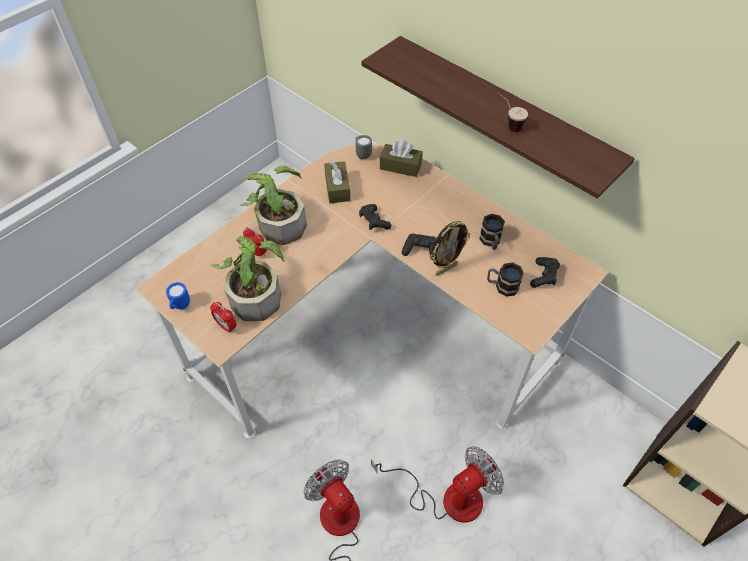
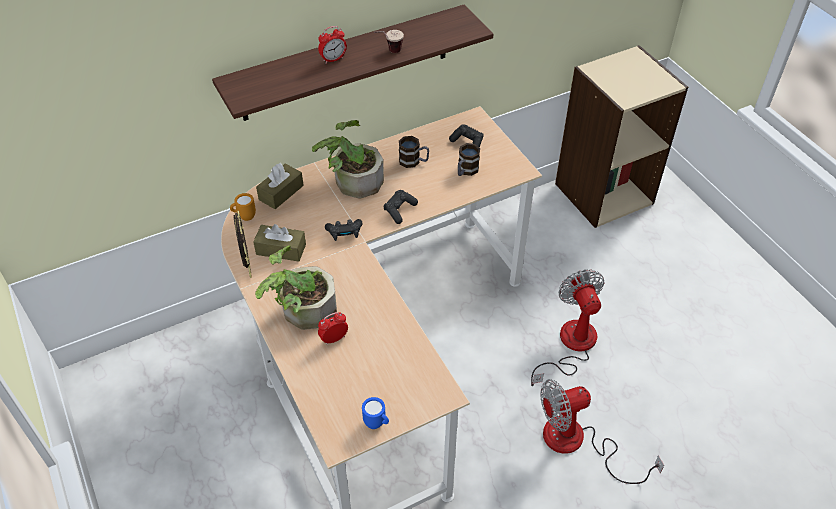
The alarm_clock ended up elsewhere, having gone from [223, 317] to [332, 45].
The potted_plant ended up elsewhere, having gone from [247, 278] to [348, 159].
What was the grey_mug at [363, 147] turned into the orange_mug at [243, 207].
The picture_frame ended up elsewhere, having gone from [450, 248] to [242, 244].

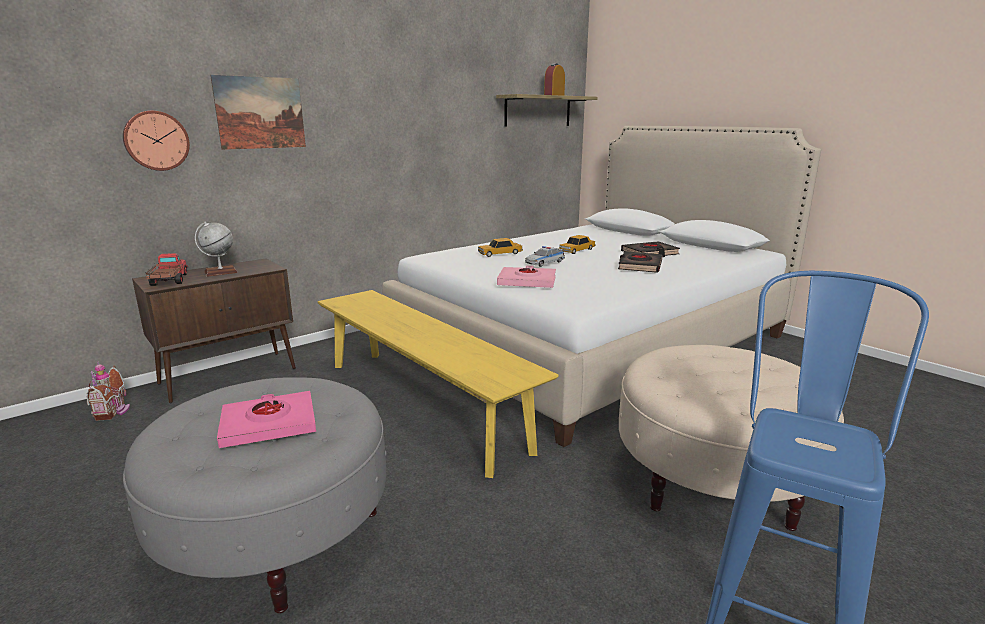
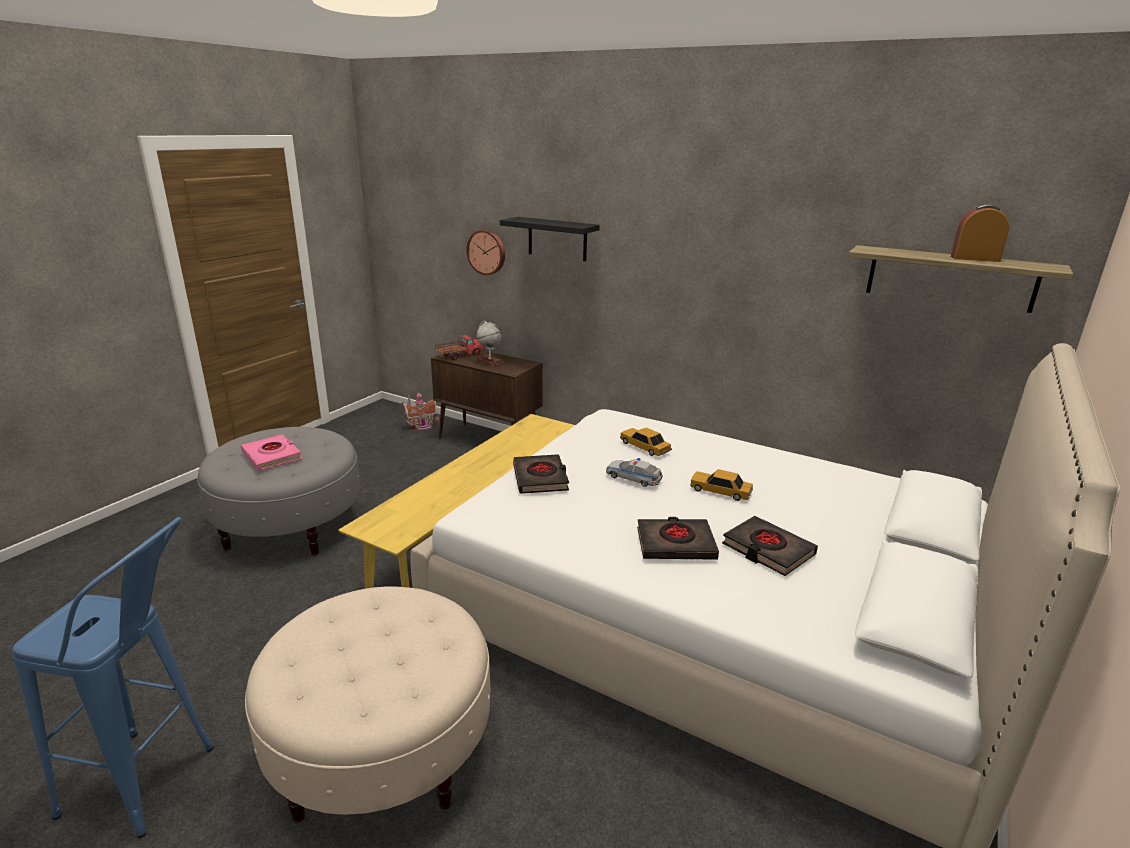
Where the picture hung at [258, 112], the black_shelf came to hang at [550, 239].
What was the pink_book at [526, 277] turned into the black_book at [541, 474].

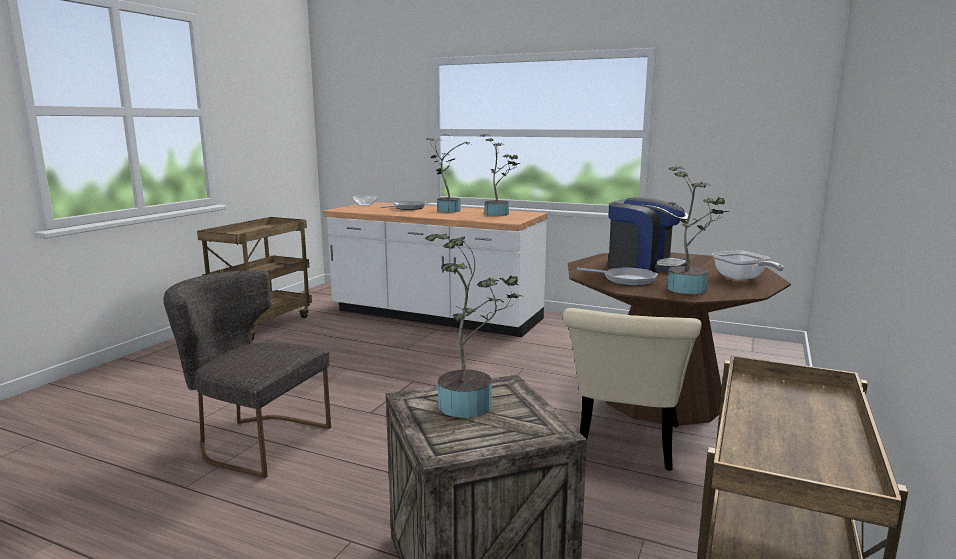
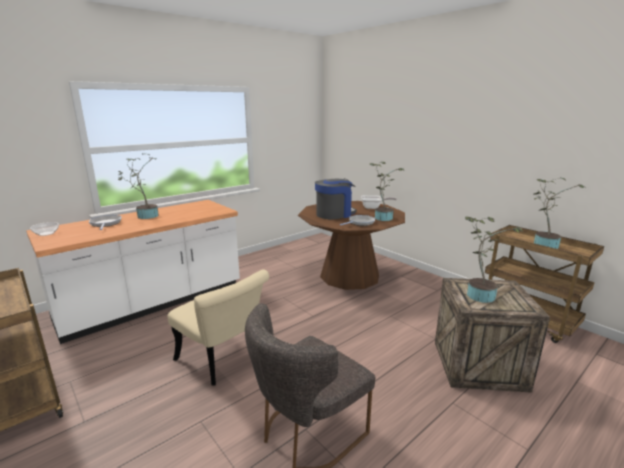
The potted_plant ended up elsewhere, having gone from [500, 175] to [559, 213].
The beige_chair ended up elsewhere, having gone from [632, 389] to [218, 327].

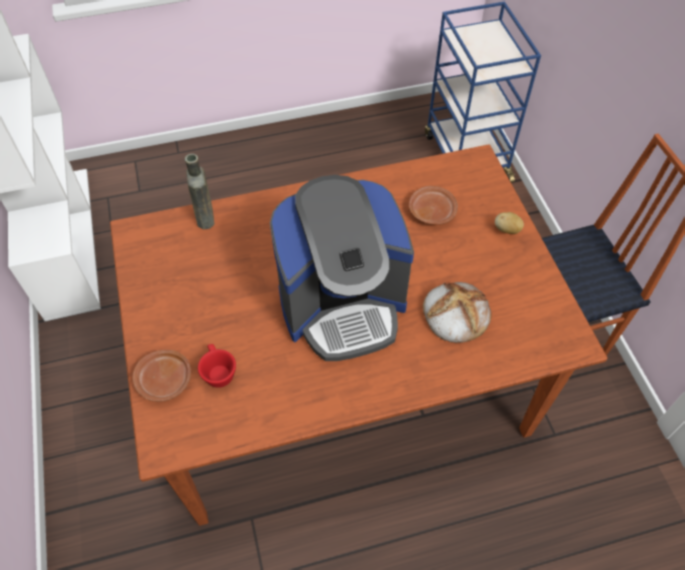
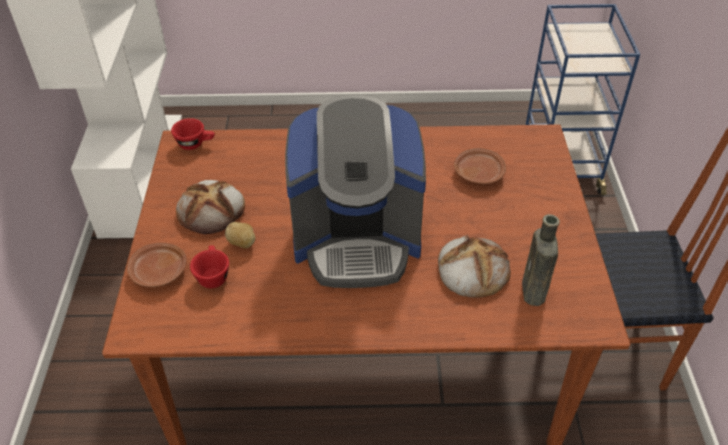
The brown_bottle ended up elsewhere, having gone from [199, 191] to [541, 260].
The potato ended up elsewhere, having gone from [509, 223] to [240, 235].
The second view gained the red_cup at [193, 134].
The second view gained the bread at [210, 207].

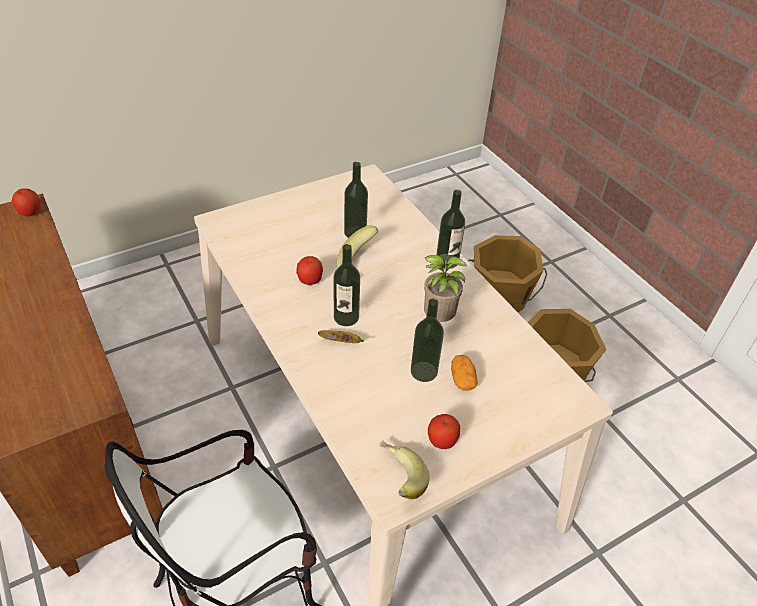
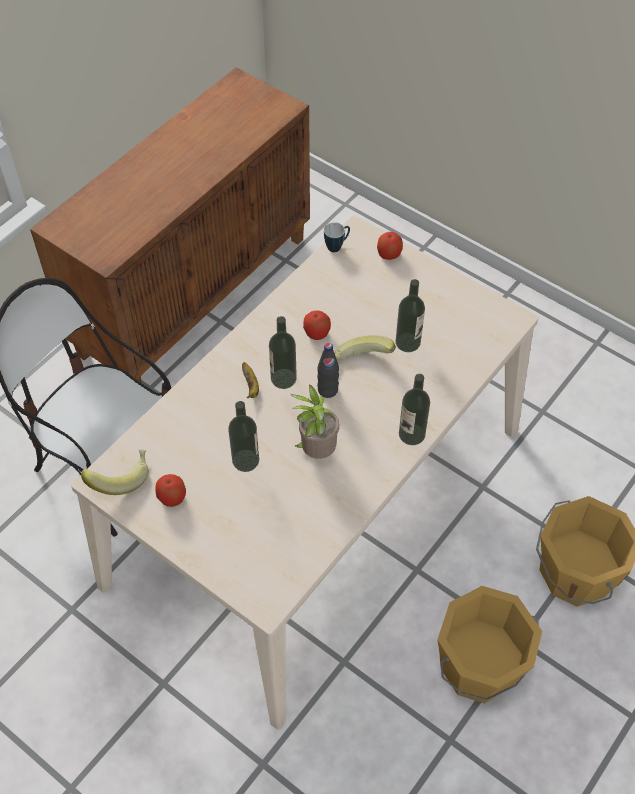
The apple ended up elsewhere, having gone from [26, 202] to [390, 246].
The second view lost the potato at [464, 373].
The second view gained the black_bottle at [328, 370].
The second view gained the mug at [337, 237].

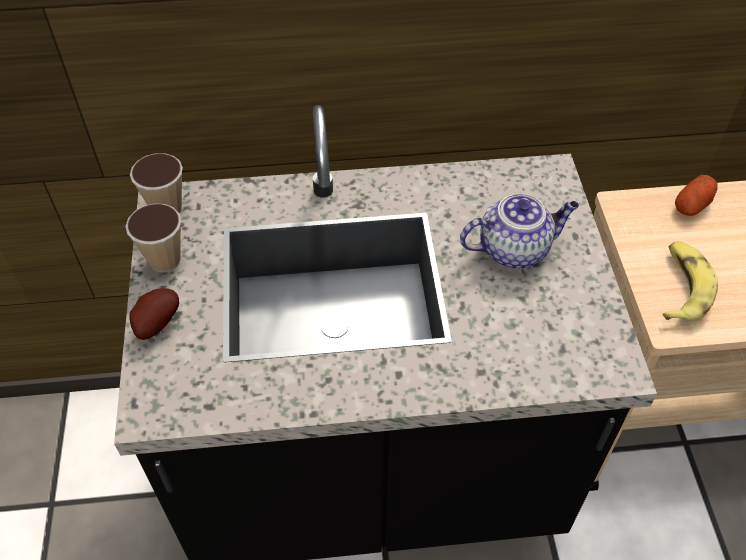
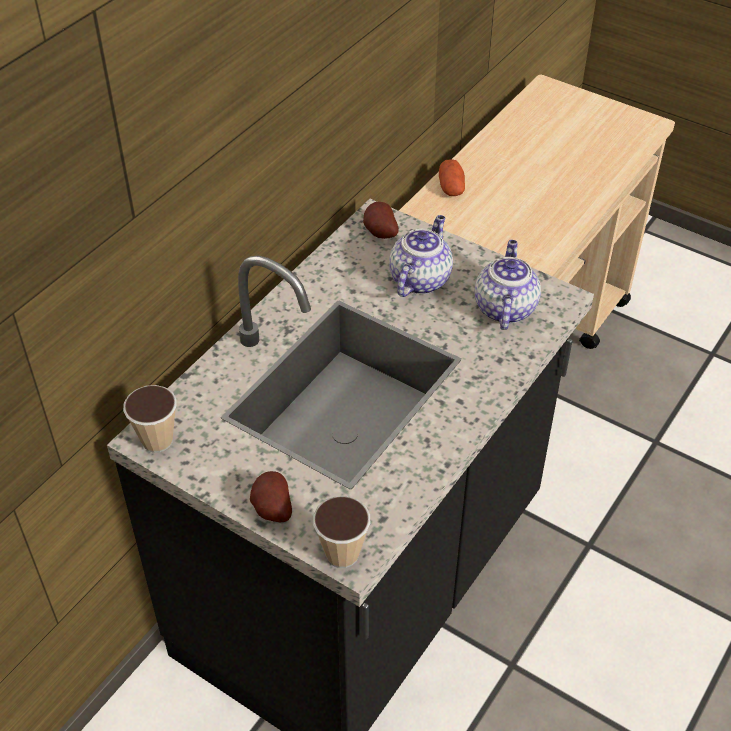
The cup ended up elsewhere, having gone from [153, 238] to [341, 532].
The second view lost the banana at [690, 281].
The second view gained the potato at [381, 220].
The second view gained the teapot at [508, 285].

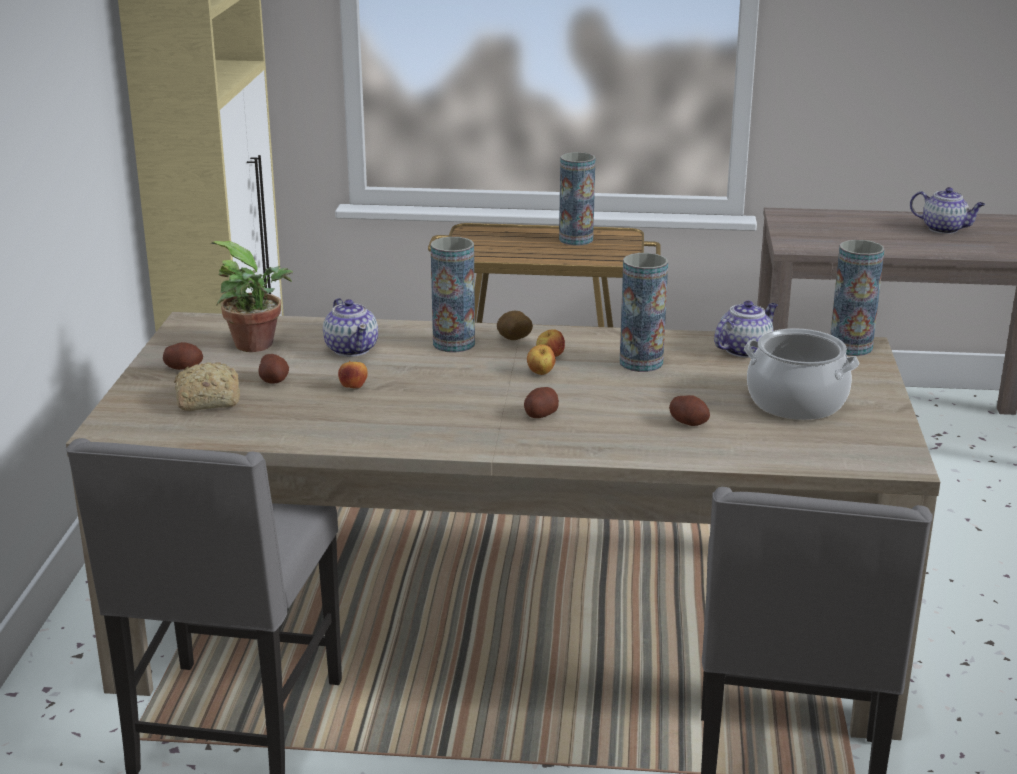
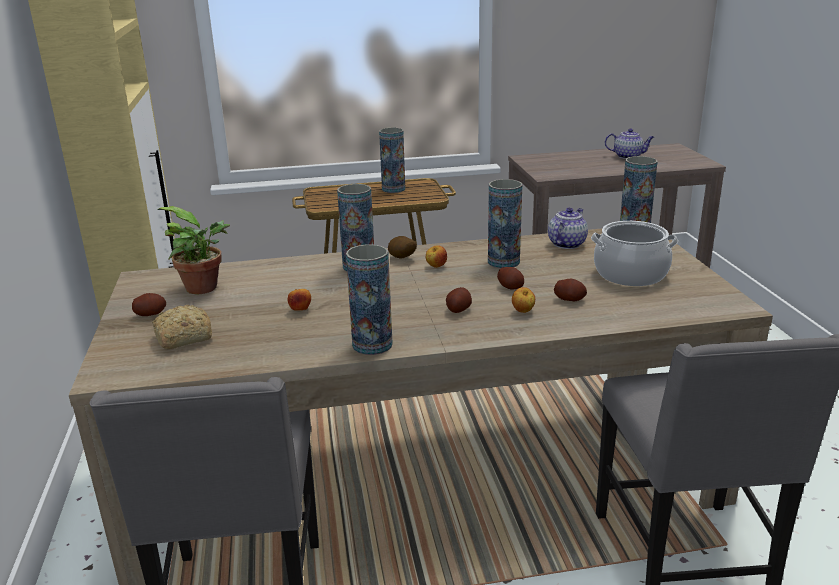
The potato ended up elsewhere, having gone from [273, 368] to [510, 278].
The second view lost the teapot at [350, 327].
The apple ended up elsewhere, having gone from [541, 359] to [523, 300].
The second view gained the vase at [369, 299].

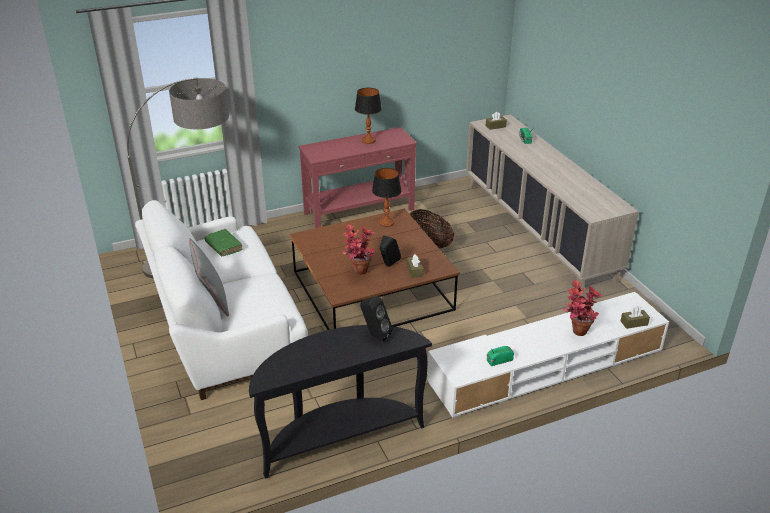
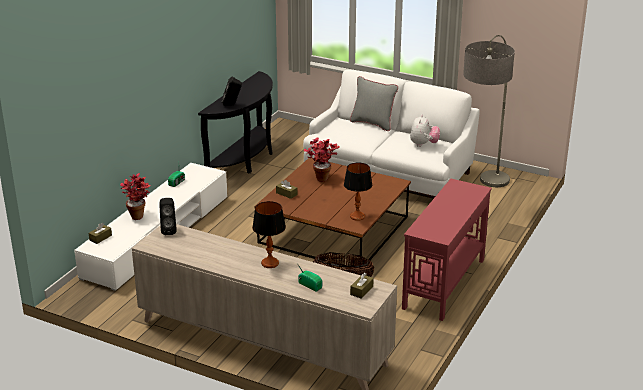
Where the green_book stood at [223, 242], the plush_toy came to stand at [425, 131].
The table_lamp ended up elsewhere, having gone from [368, 116] to [269, 234].
The black_speaker ended up elsewhere, having gone from [390, 251] to [168, 216].

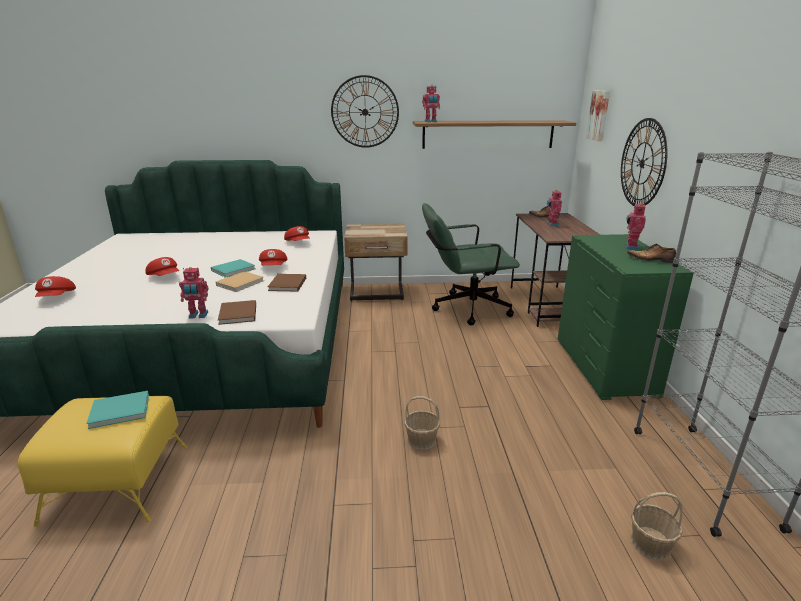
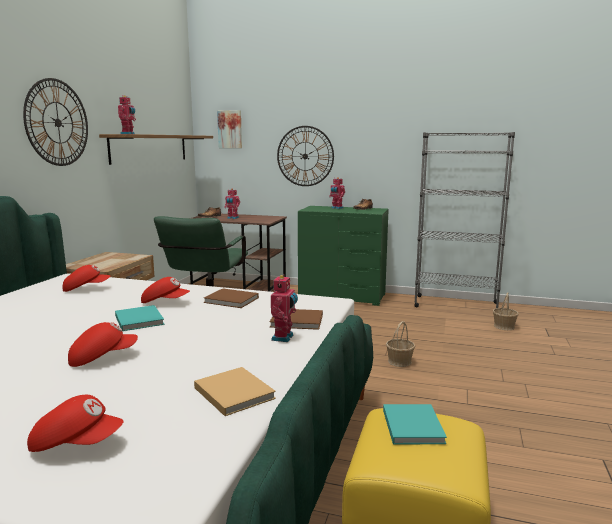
The beige_book ended up elsewhere, having gone from [240, 281] to [235, 391].

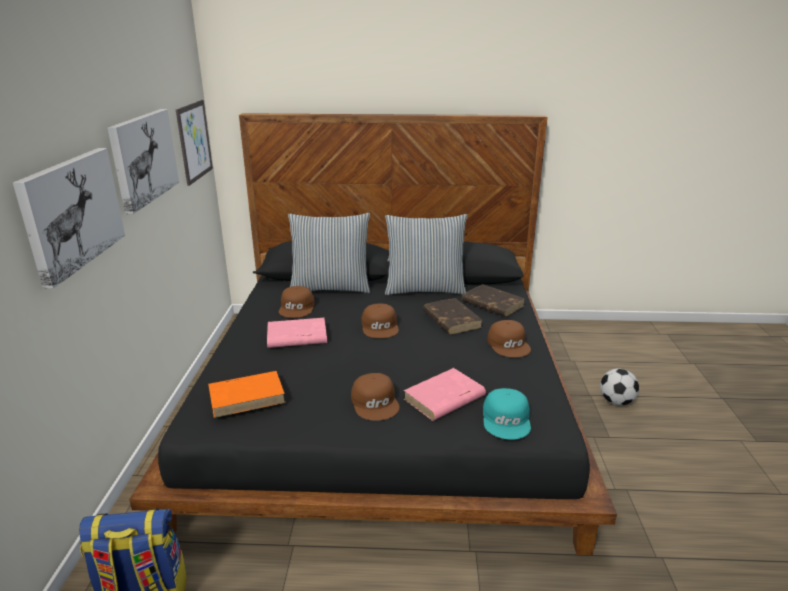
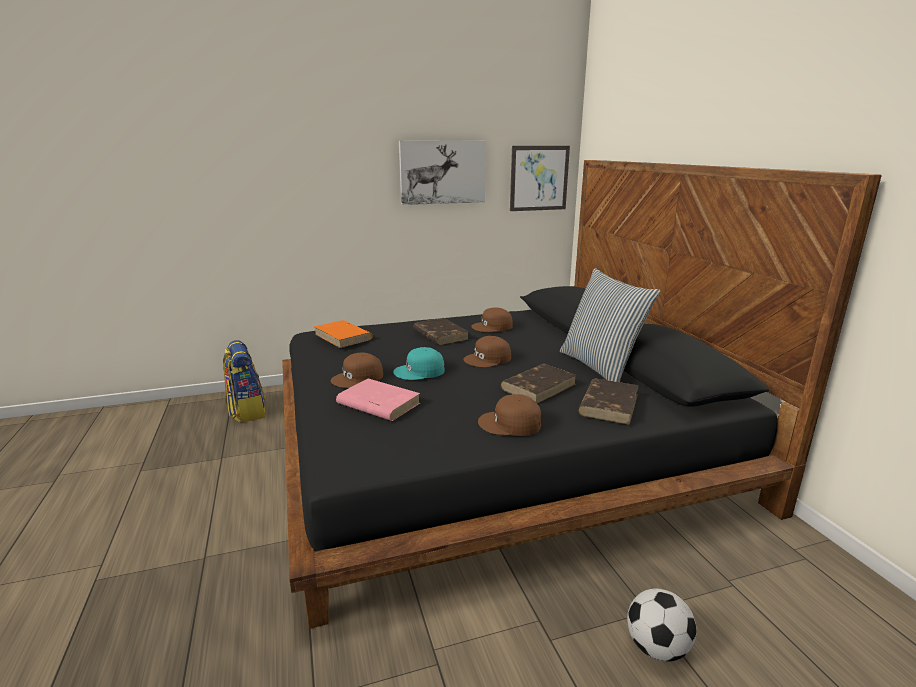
The second view lost the picture at [69, 218].
What was the pink_book at [297, 333] turned into the brown_book at [441, 331].
The second view lost the pillow at [329, 253].
The turquoise_cap ended up elsewhere, having gone from [507, 414] to [419, 363].
The brown_cap at [509, 338] ended up facing another way, 45 degrees clockwise from before.

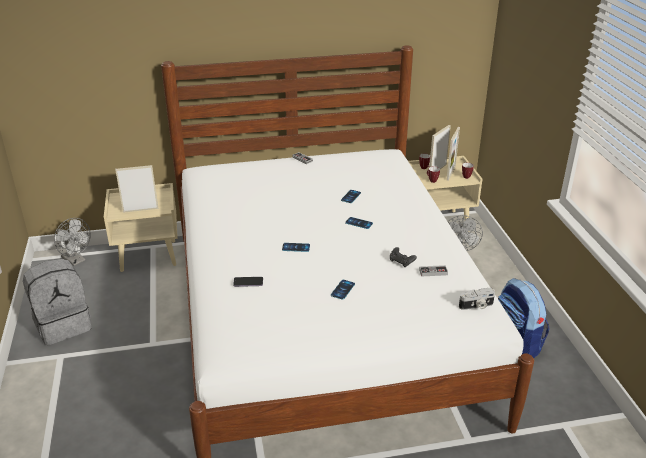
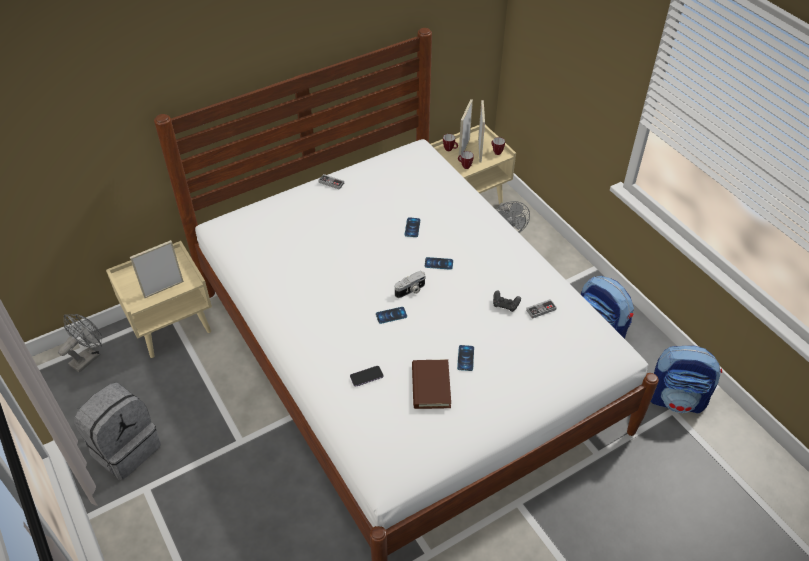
The grey_fan at [72, 242] ended up facing another way, 75 degrees counterclockwise from before.
The photo_camera ended up elsewhere, having gone from [477, 299] to [410, 284].
The second view gained the brown_book at [431, 384].
The second view gained the backpack at [686, 380].

